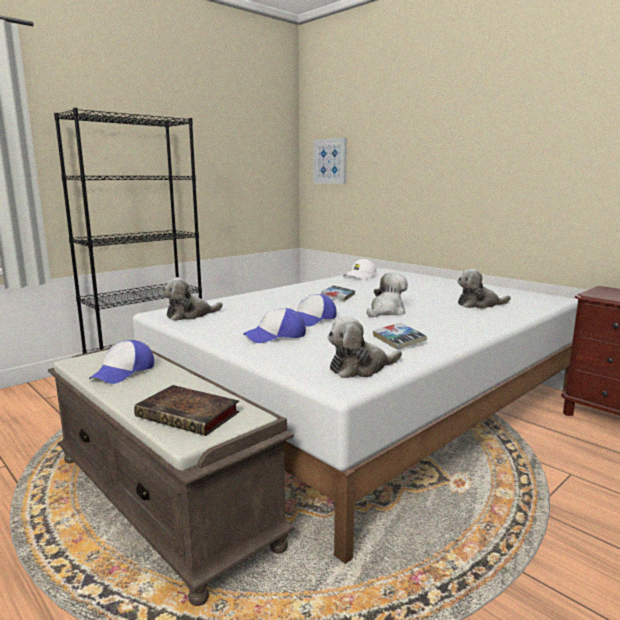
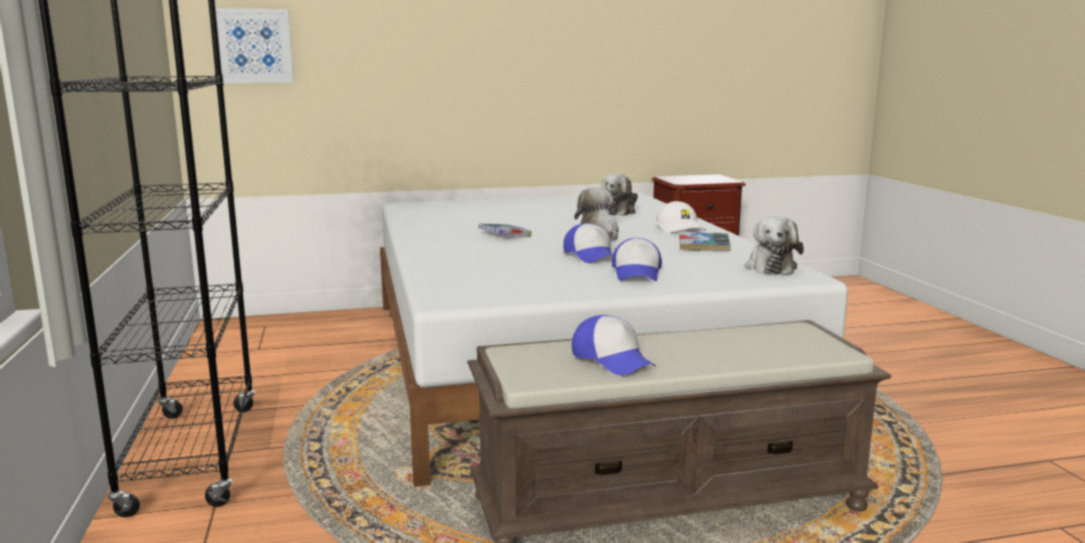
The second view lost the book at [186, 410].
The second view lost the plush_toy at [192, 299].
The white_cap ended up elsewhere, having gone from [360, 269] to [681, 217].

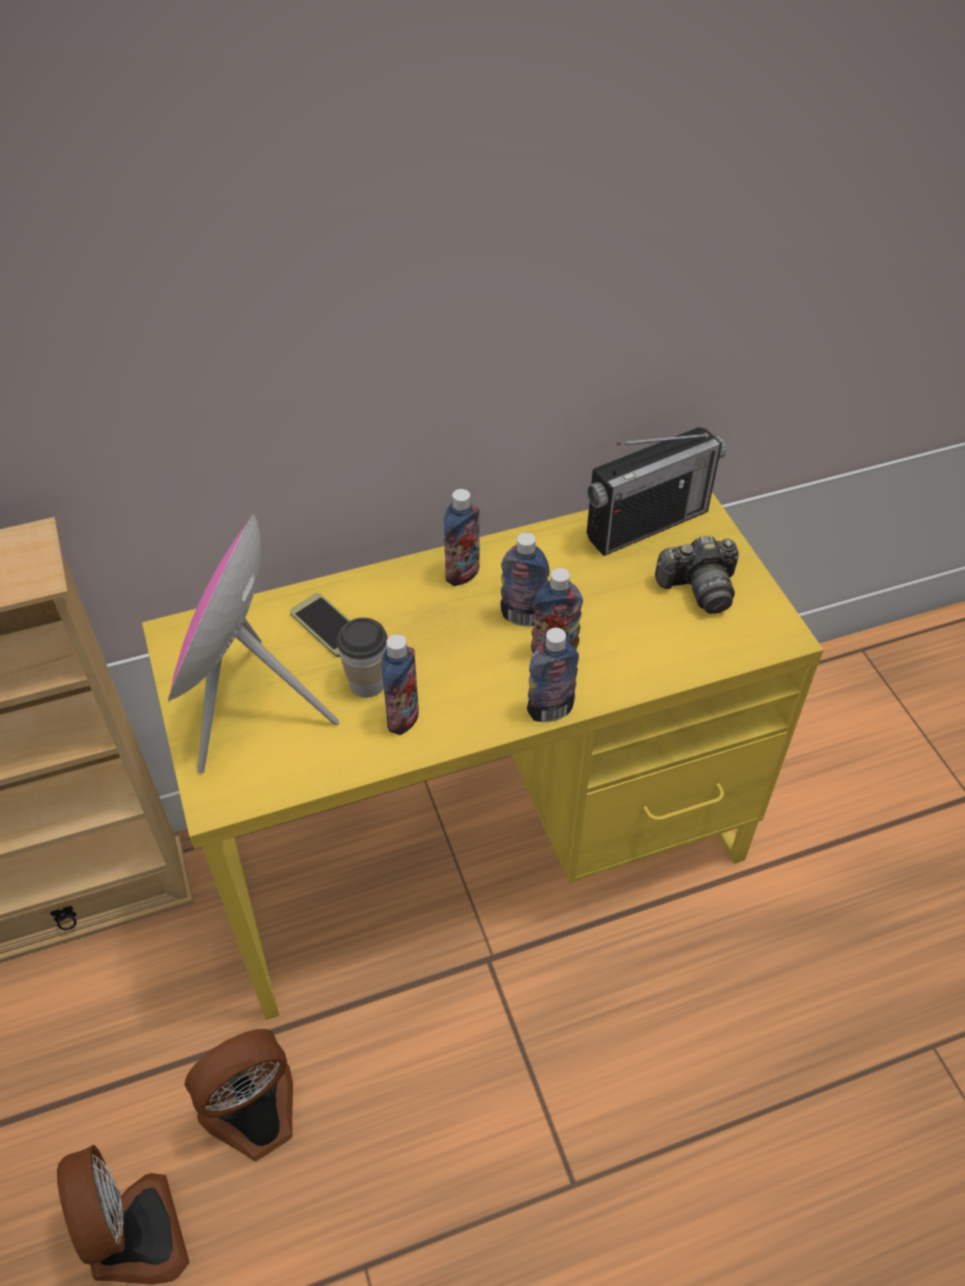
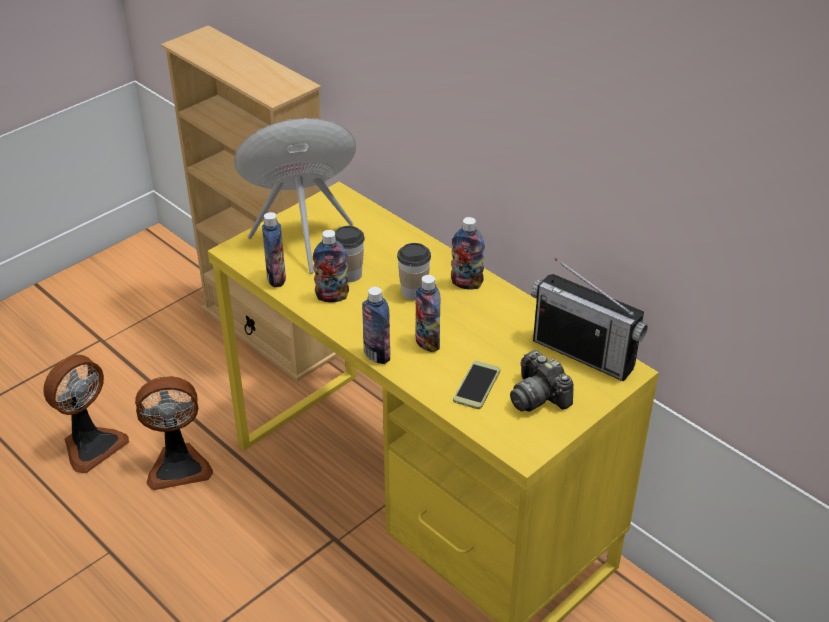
The fan at [238, 1095] ended up facing another way, 135 degrees clockwise from before.
The phone ended up elsewhere, having gone from [320, 625] to [476, 385].
The bottle ended up elsewhere, having gone from [525, 579] to [274, 249].
The second view gained the cup at [414, 271].

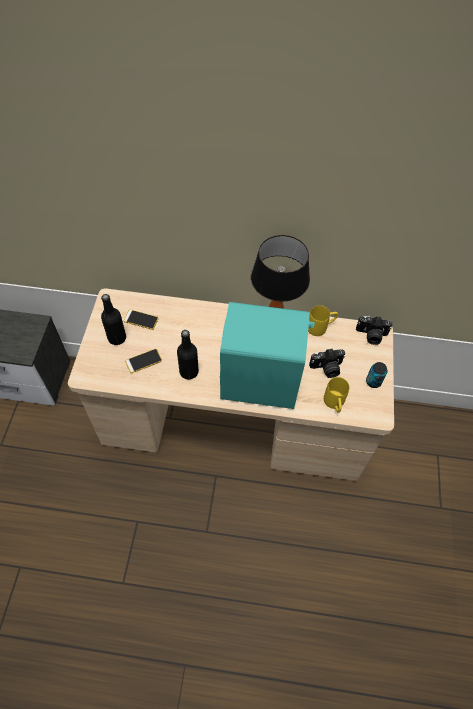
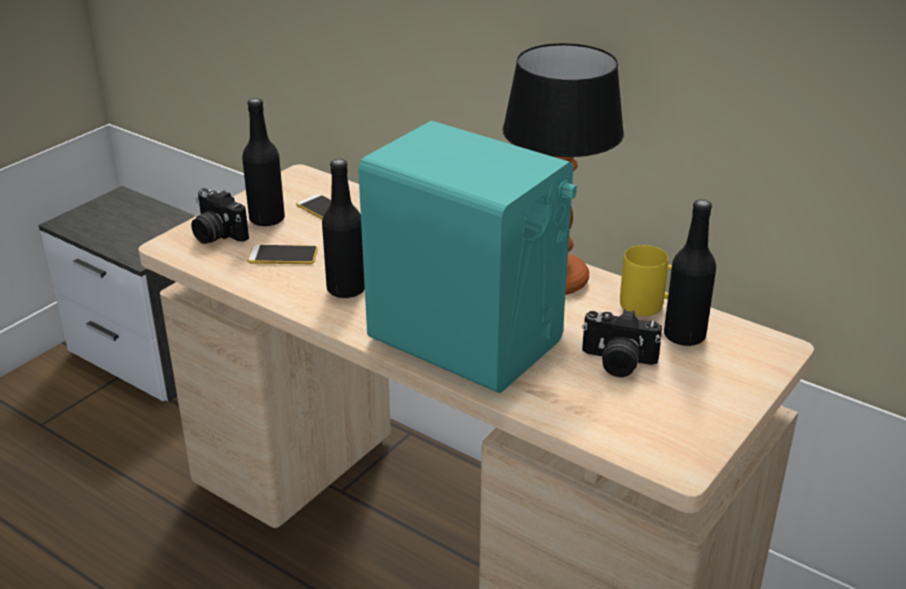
The second view lost the yellow_mug at [337, 395].
The photo_camera ended up elsewhere, having gone from [374, 330] to [220, 216].
The second view lost the can at [376, 375].
The second view gained the black_bottle at [690, 272].

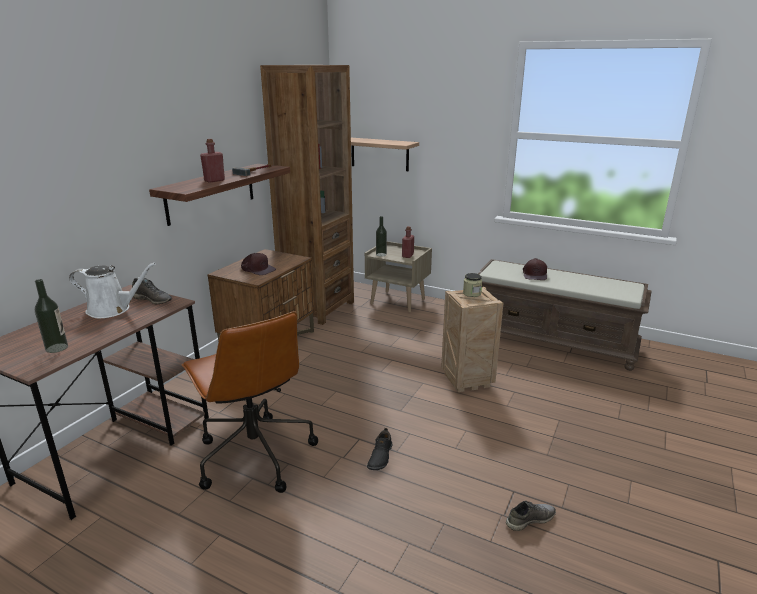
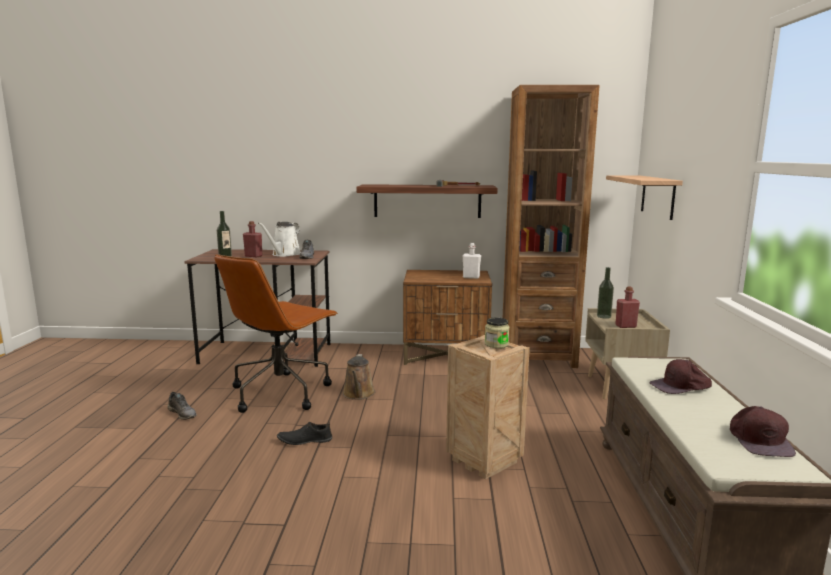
The white_watering_can at [112, 290] ended up facing another way, 45 degrees clockwise from before.
The red_bottle ended up elsewhere, having gone from [212, 161] to [252, 239].
The brown_cap ended up elsewhere, having gone from [258, 264] to [763, 431].
The grey_shoe ended up elsewhere, having gone from [531, 516] to [182, 406].
The second view gained the brown_watering_can at [359, 377].
The second view gained the white_bottle at [472, 261].

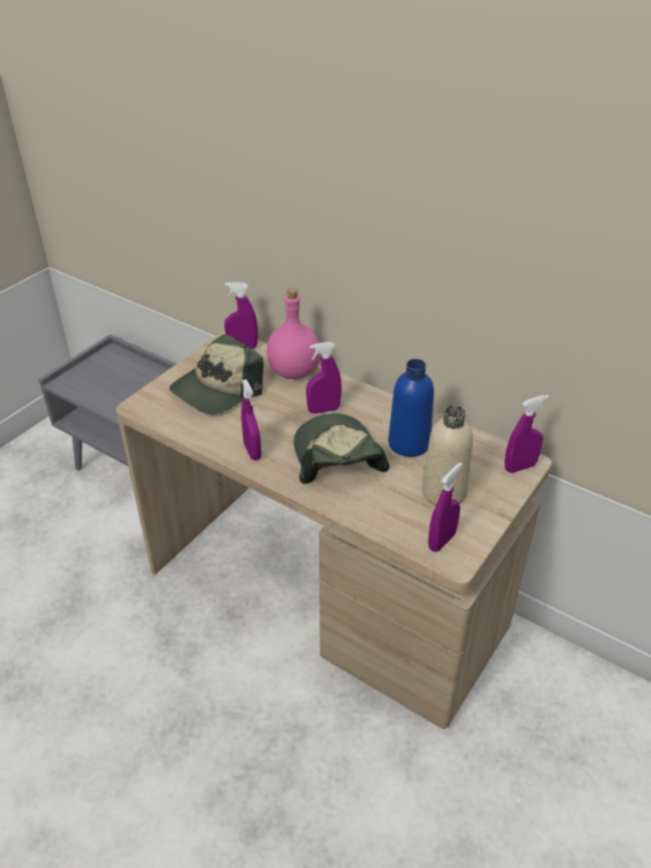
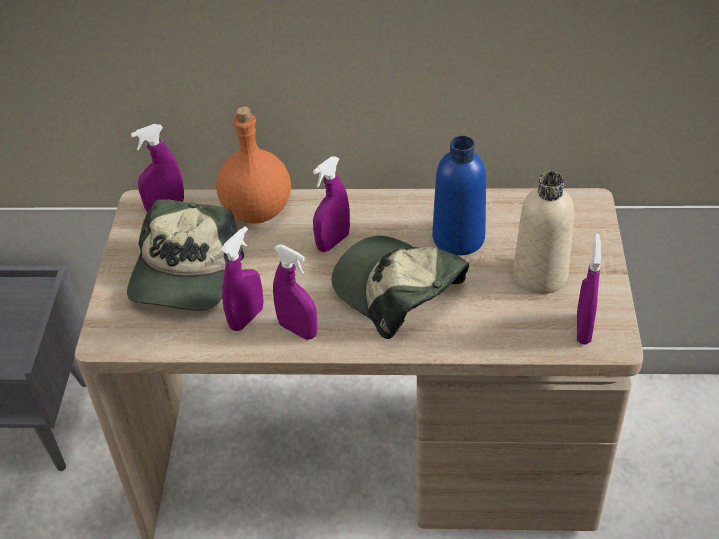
What was the pink_bottle at [294, 333] turned into the orange_bottle at [253, 165].
The purple_spray_bottle ended up elsewhere, having gone from [527, 434] to [242, 278].

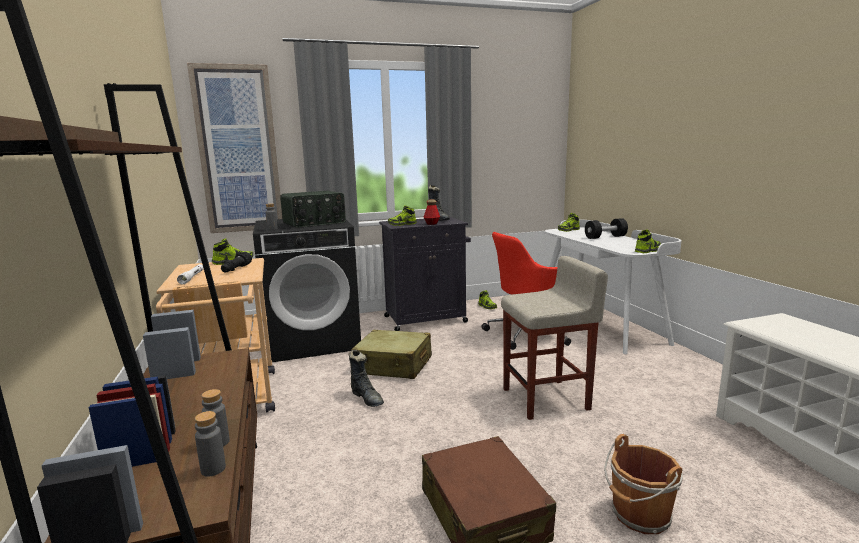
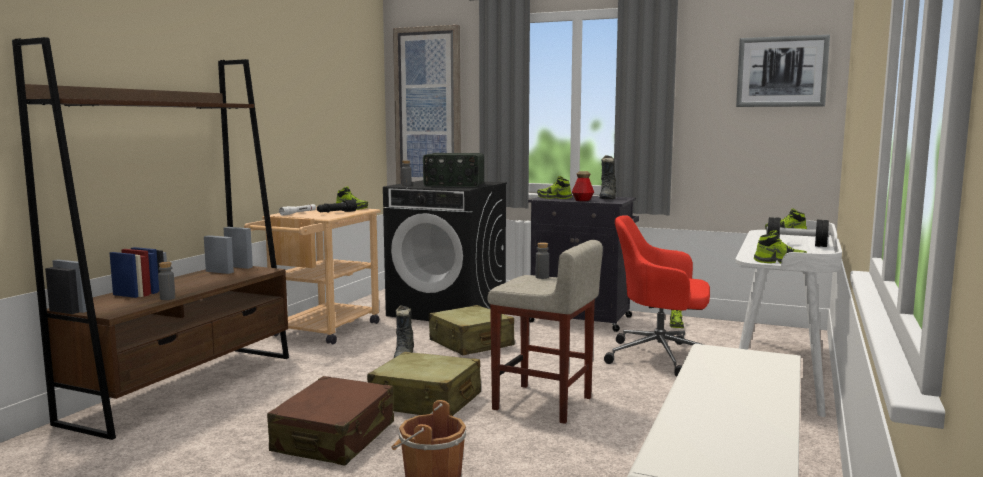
The grey_bottle ended up elsewhere, having gone from [210, 444] to [542, 260].
The second view gained the beige_suitcase at [424, 384].
The second view gained the picture at [783, 70].

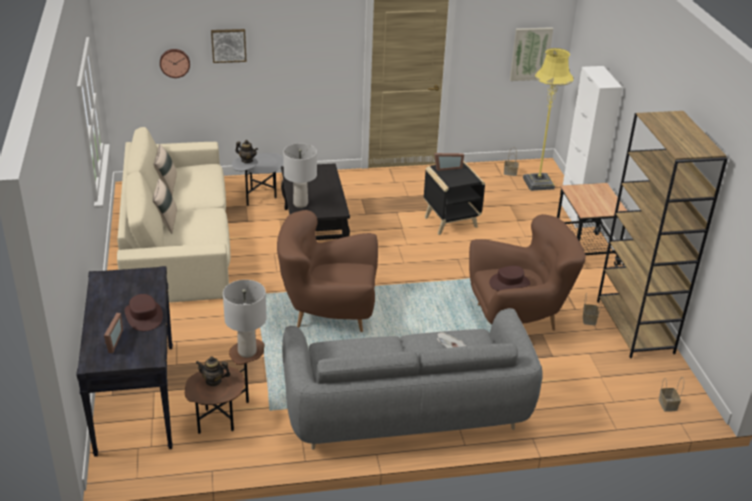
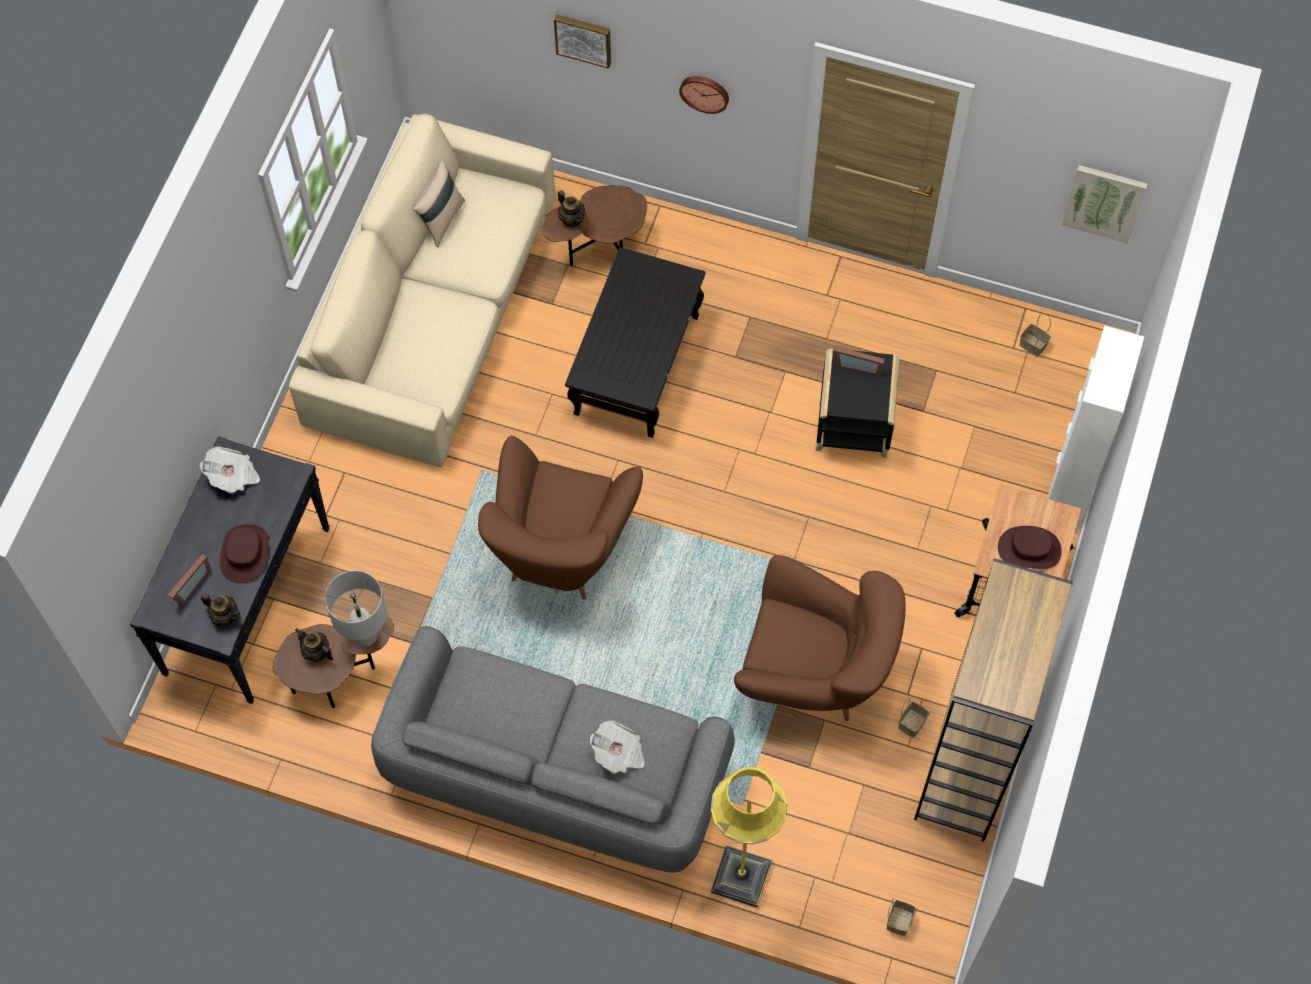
The second view lost the beige_pillow at [165, 206].
The wall_clock ended up elsewhere, having gone from [175, 63] to [704, 95].
What was the grey_side_table at [258, 179] turned into the brown_side_table at [594, 225].
The brown_armchair at [327, 271] ended up facing another way, 105 degrees counterclockwise from before.
The second view lost the grey_table_lamp at [300, 176].
The brown_hat ended up elsewhere, having gone from [509, 278] to [1030, 547].
The yellow_floor_lamp ended up elsewhere, having gone from [548, 119] to [749, 837].
The second view gained the newspaper at [230, 469].
The second view gained the teapot at [220, 609].

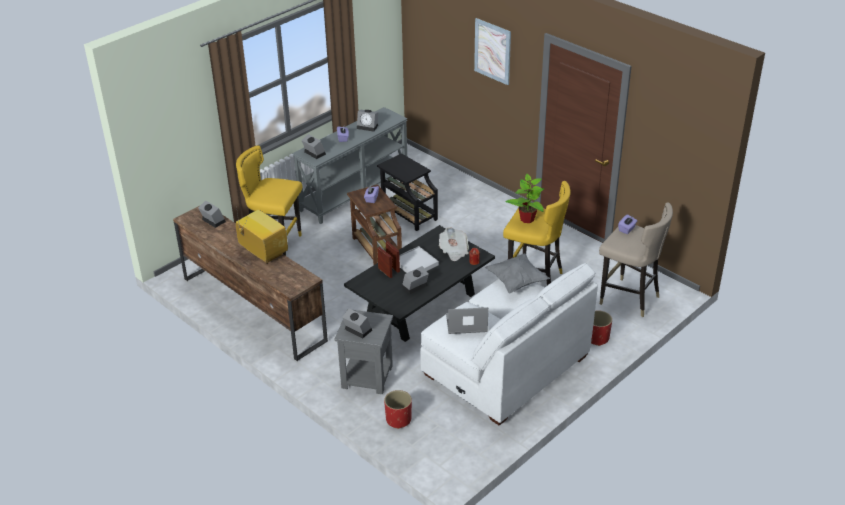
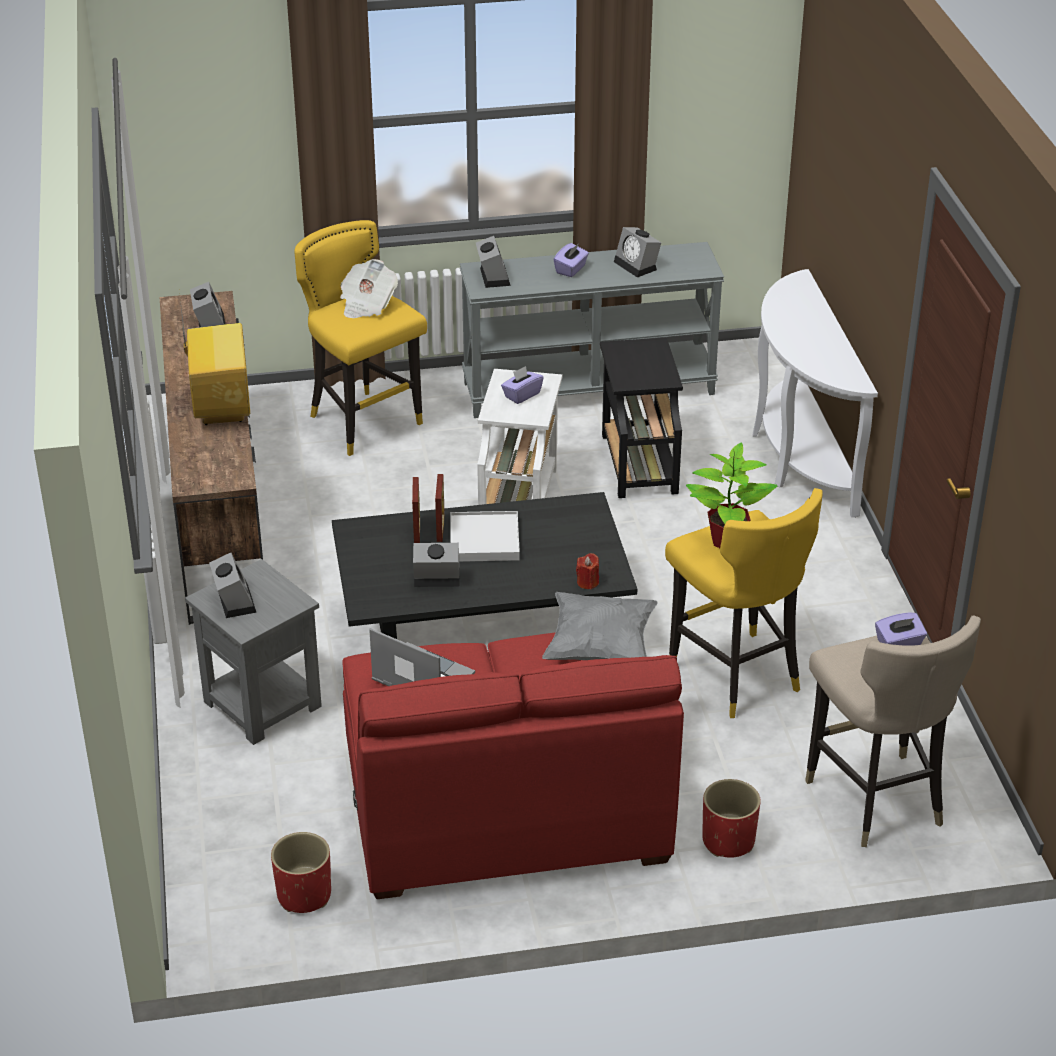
What was the brown_side_table at [374, 224] turned into the white_side_table at [519, 437].
The red_planter ended up elsewhere, having gone from [398, 409] to [301, 872].
What was the white_sofa at [509, 344] turned into the red_sofa at [513, 765].
The newspaper ended up elsewhere, having gone from [454, 244] to [369, 288].
The second view lost the picture at [492, 51].
The second view gained the white_console_table at [815, 393].

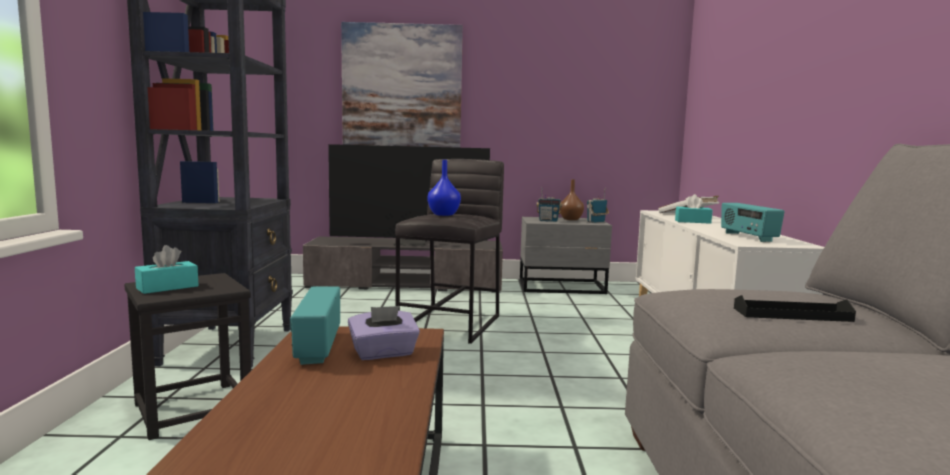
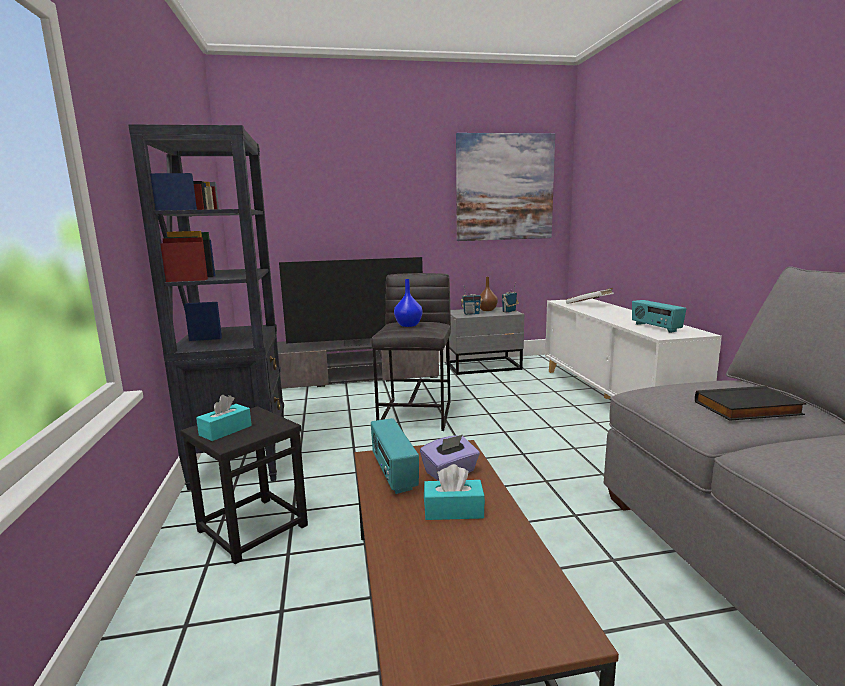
The picture ended up elsewhere, having gone from [402, 85] to [505, 187].
The turquoise_tissue_box ended up elsewhere, having gone from [694, 209] to [454, 492].
Where the black_tray stood at [795, 308], the black_book came to stand at [751, 403].

